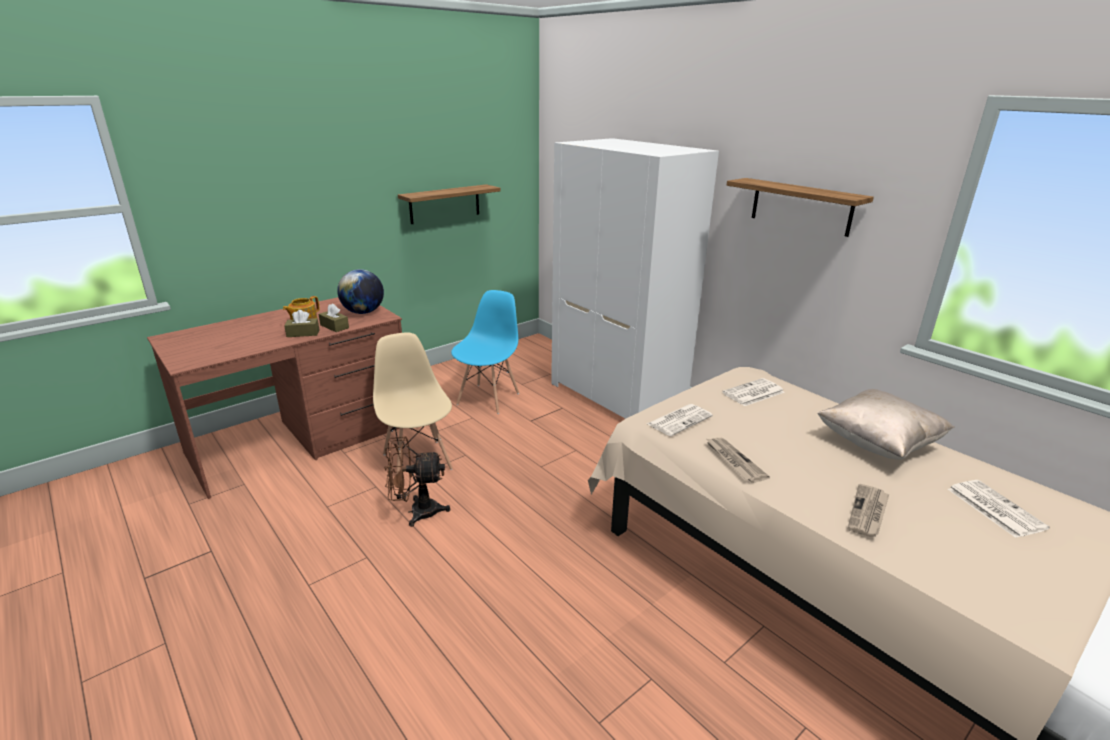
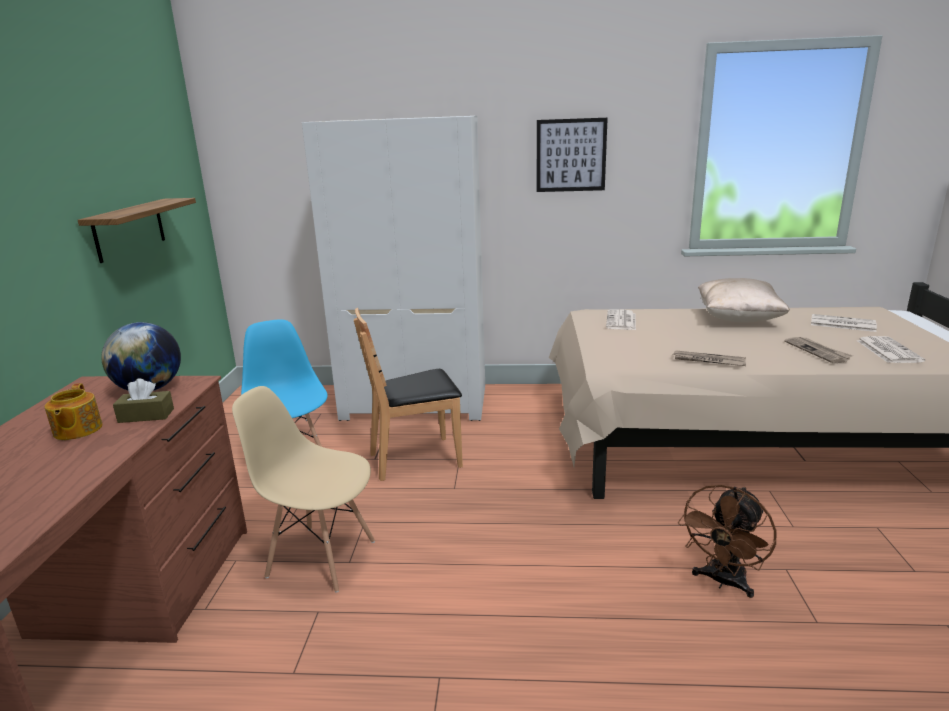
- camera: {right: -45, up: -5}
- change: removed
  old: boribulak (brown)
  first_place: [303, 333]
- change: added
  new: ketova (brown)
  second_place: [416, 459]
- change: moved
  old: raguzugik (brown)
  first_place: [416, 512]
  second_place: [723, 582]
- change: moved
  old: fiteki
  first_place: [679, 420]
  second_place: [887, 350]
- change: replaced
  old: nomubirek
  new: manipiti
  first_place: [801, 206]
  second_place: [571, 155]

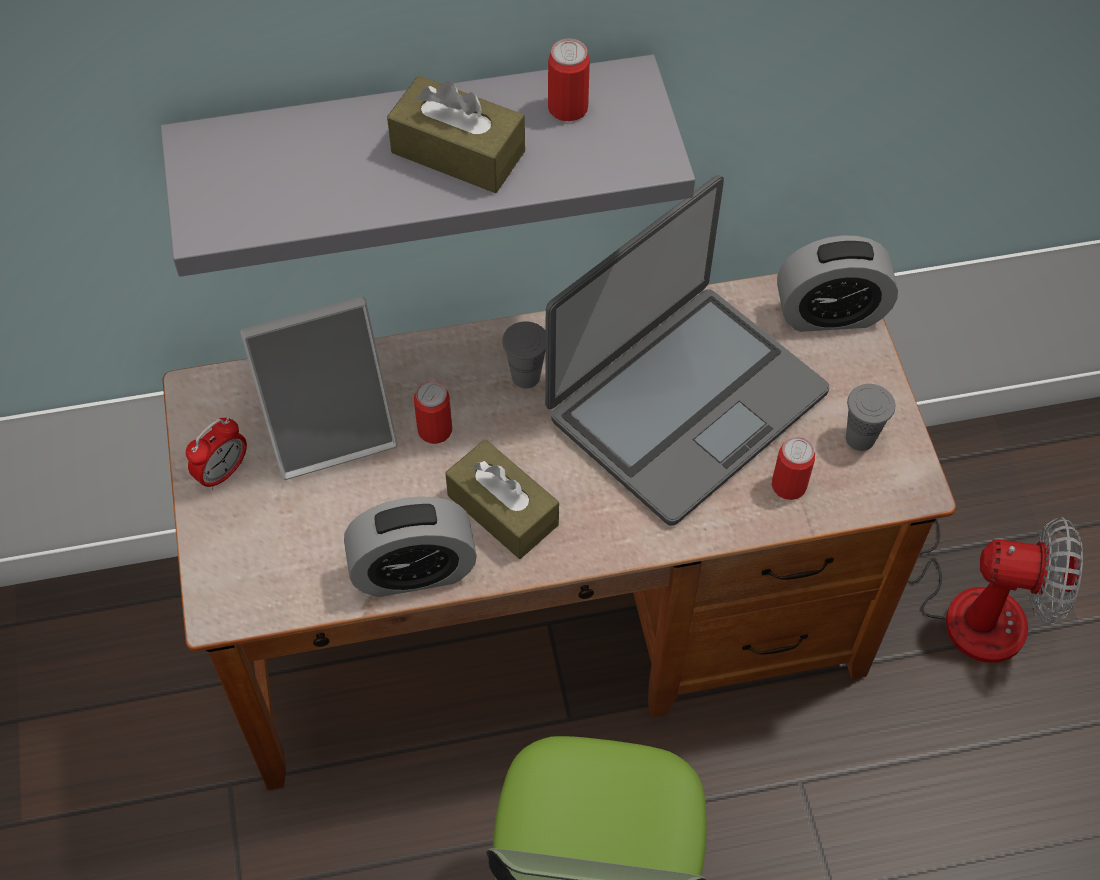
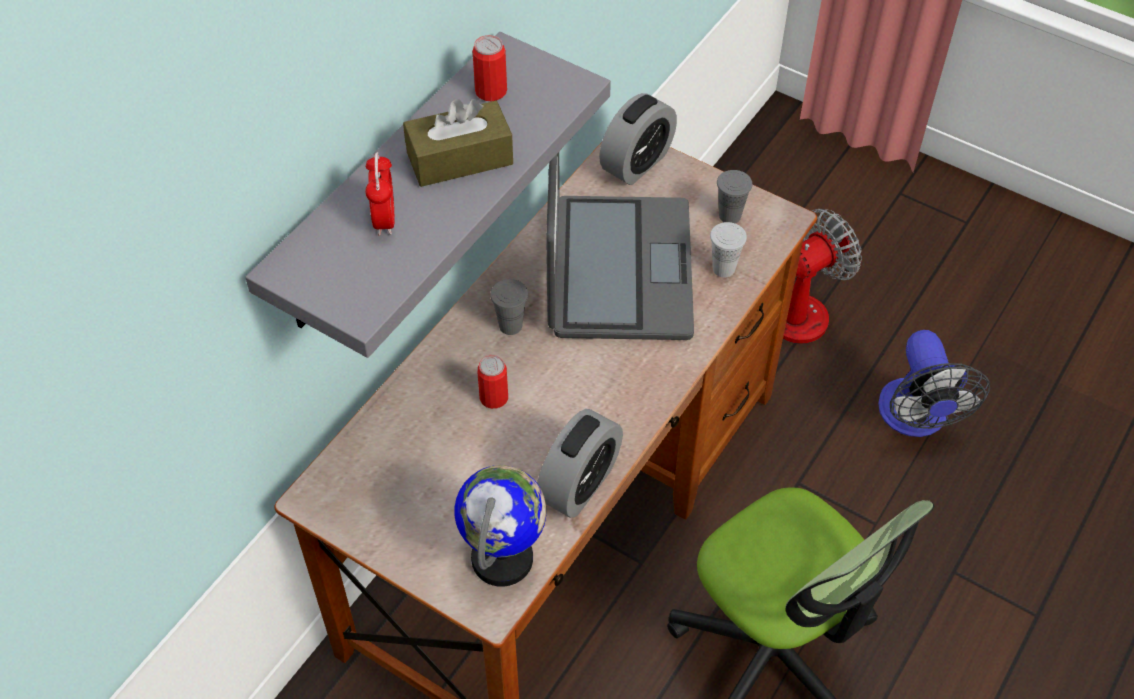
- camera: {right: -45, up: -5}
- change: removed
  old: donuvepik
  first_place: [331, 429]
- change: removed
  old: boribulak (brown)
  first_place: [502, 510]
- change: added
  new: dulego
  second_place: [503, 558]
- change: added
  new: raguzugik
  second_place: [916, 419]
- change: moved
  old: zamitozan
  first_place: [222, 472]
  second_place: [384, 219]
- change: replaced
  old: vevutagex
  new: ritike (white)
  first_place: [789, 485]
  second_place: [723, 268]

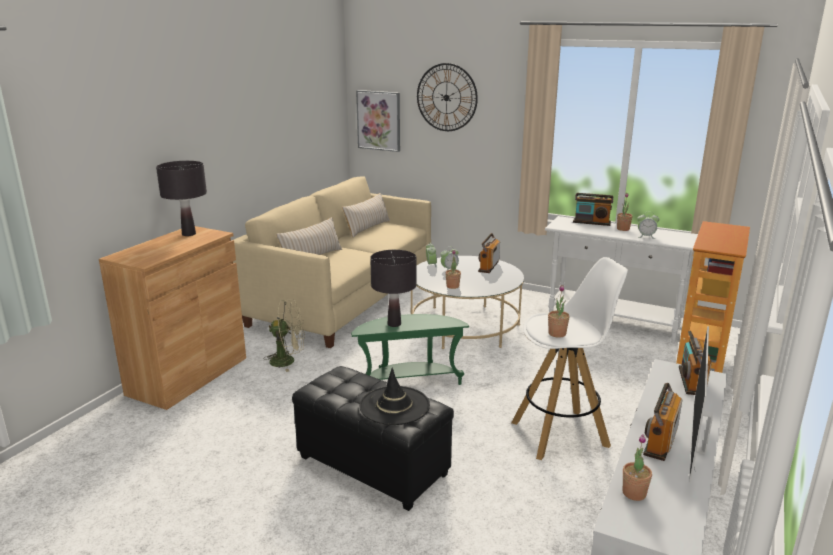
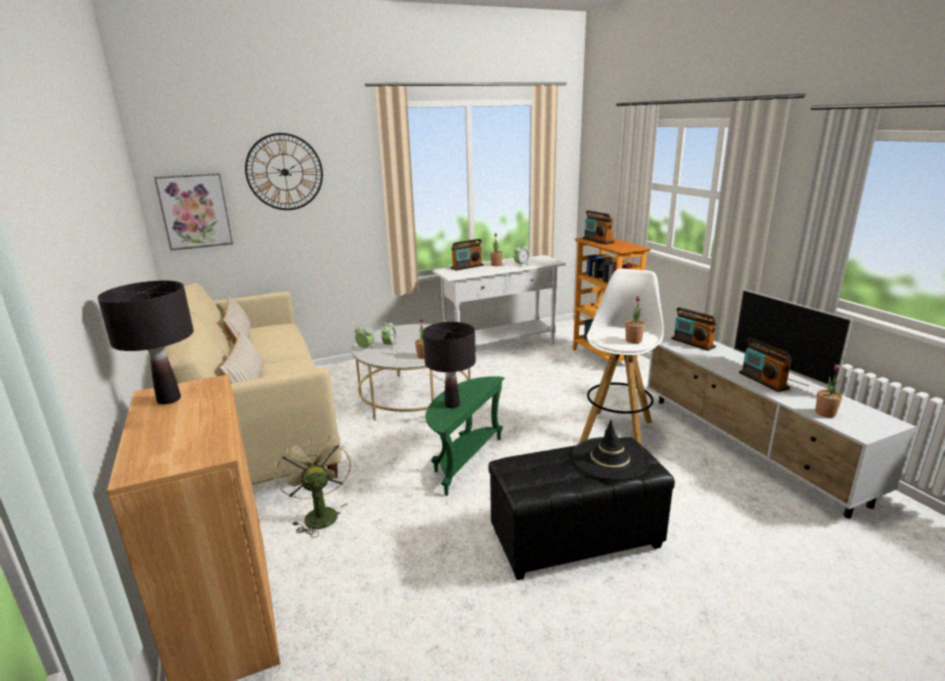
- camera: {right: -50, up: 0}
- change: moved
  old: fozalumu
  first_place: [488, 266]
  second_place: [597, 240]
- change: turned
  old: raguzugik (beige)
  first_place: [288, 361]
  second_place: [318, 514]
  degrees: -60

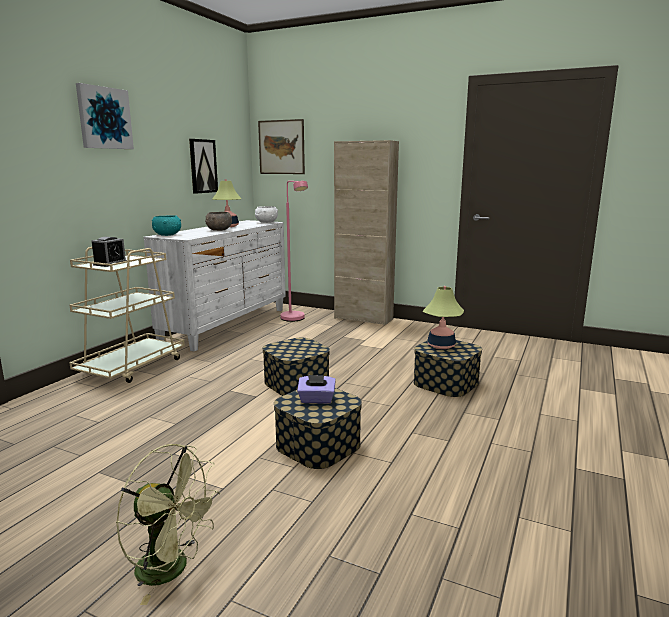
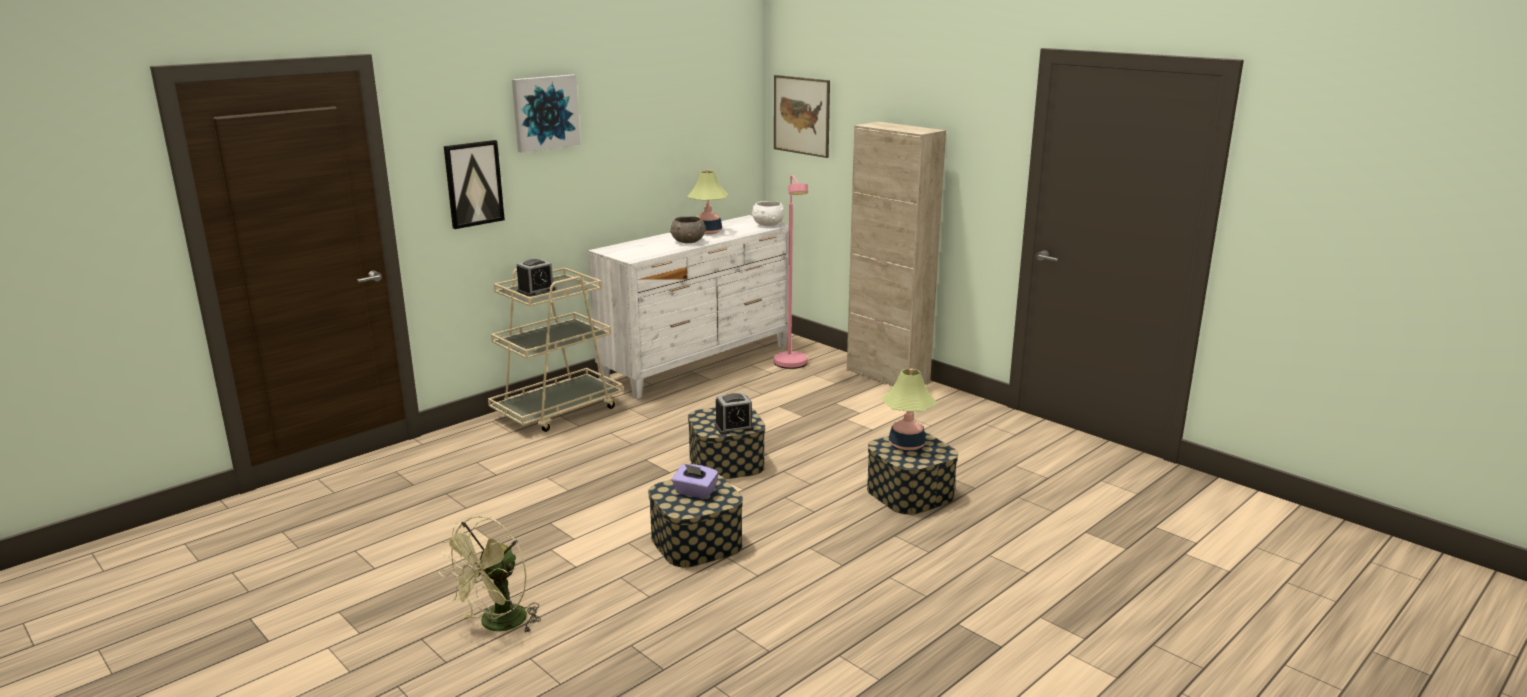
- camera: {right: 20, up: 5}
- change: removed
  old: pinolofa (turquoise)
  first_place: [167, 235]
- change: added
  new: zamitozan
  second_place: [734, 427]
- change: moved
  old: manipiti
  first_place: [203, 166]
  second_place: [473, 183]
- change: turned
  old: raguzugik (green)
  first_place: [172, 569]
  second_place: [497, 625]
  degrees: 75

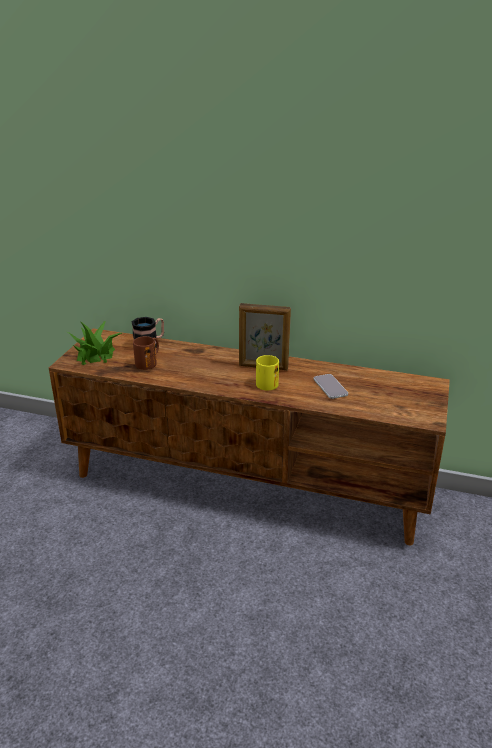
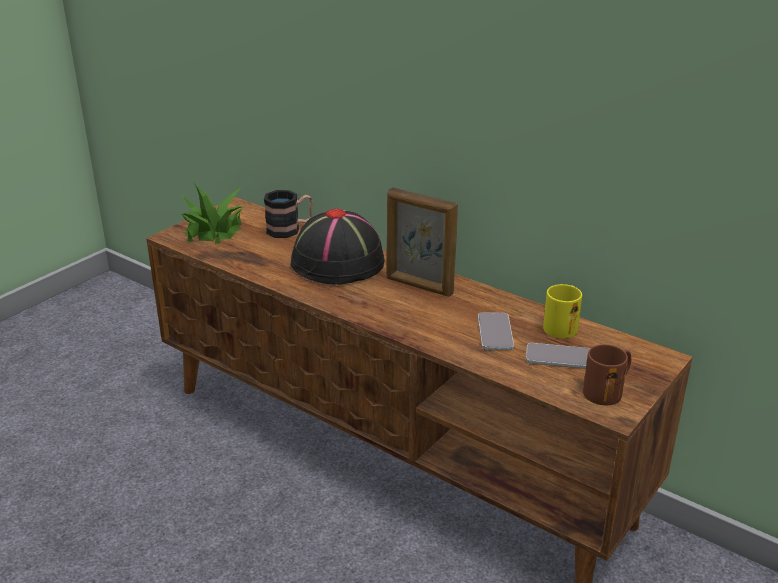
- camera: {right: 20, up: 0}
- change: added
  new: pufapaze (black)
  second_place: [339, 263]
- change: added
  new: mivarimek
  second_place: [559, 357]
- change: moved
  old: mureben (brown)
  first_place: [148, 362]
  second_place: [607, 390]
- change: moved
  old: mureben (yellow)
  first_place: [267, 382]
  second_place: [562, 325]

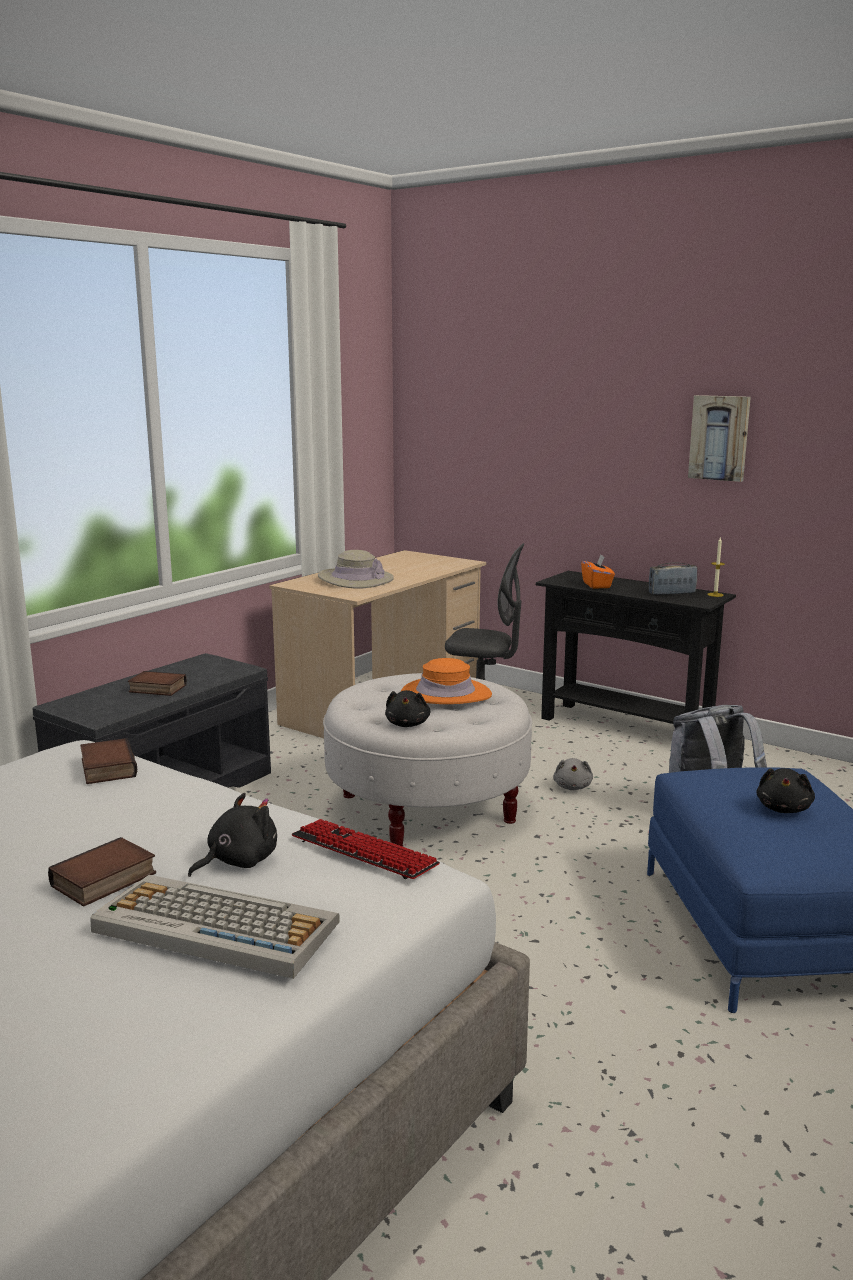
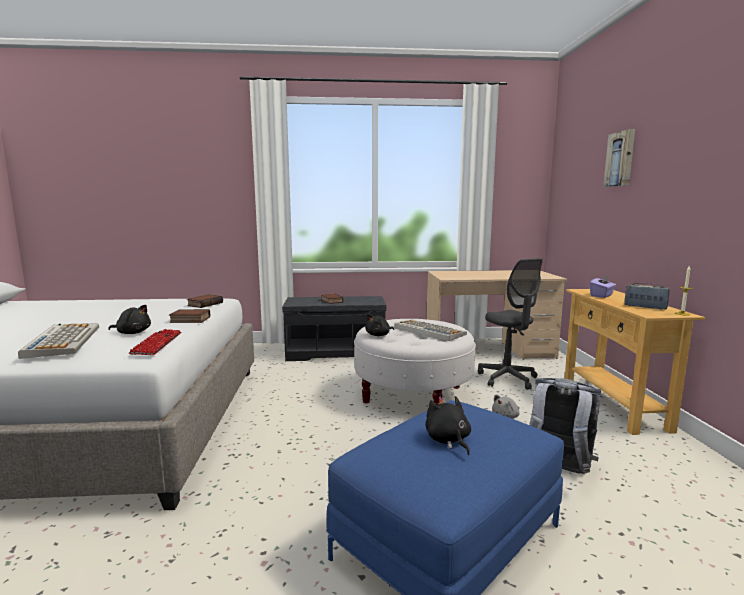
- camera: {right: 50, up: -5}
- change: removed
  old: pufapaze (beige)
  first_place: [355, 580]
- change: moved
  old: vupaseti
  first_place: [104, 881]
  second_place: [189, 320]
- change: moved
  old: manipiti
  first_place: [719, 438]
  second_place: [620, 159]
- change: replaced
  old: pufapaze (orange)
  new: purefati
  first_place: [446, 694]
  second_place: [428, 331]
- change: recoloured
  old: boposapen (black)
  new: boposapen (beige)
  first_place: [625, 727]
  second_place: [613, 404]
- change: recoloured
  old: boribulak (orange)
  new: boribulak (purple)
  first_place: [597, 585]
  second_place: [601, 295]
- change: turned
  old: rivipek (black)
  first_place: [784, 808]
  second_place: [448, 440]
  degrees: 90

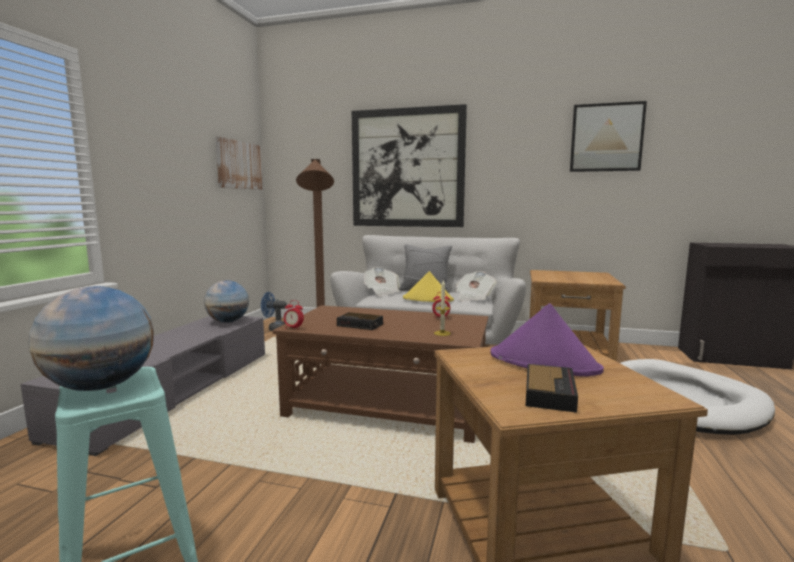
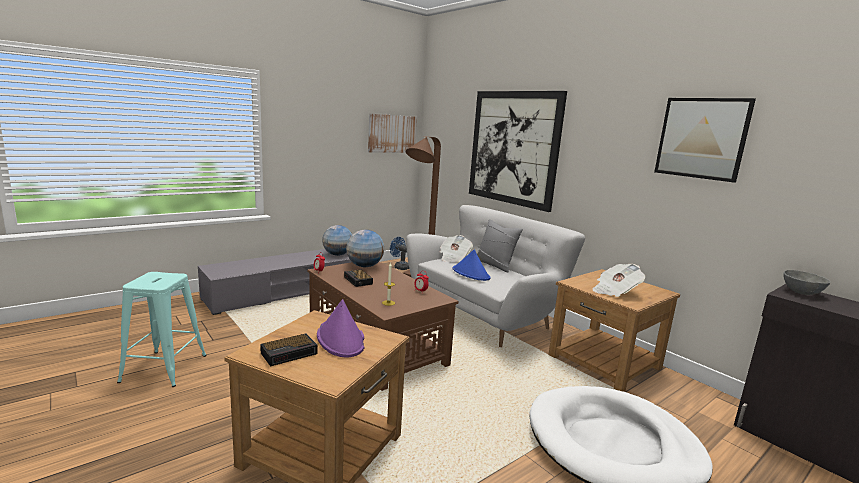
- camera: {right: 35, up: 5}
- change: added
  new: pinolofa (grey)
  second_place: [801, 292]
- change: moved
  old: dulego
  first_place: [101, 386]
  second_place: [365, 266]
- change: moved
  old: fiteki
  first_place: [473, 297]
  second_place: [615, 291]
- change: recoloured
  old: pufapaze (yellow)
  new: pufapaze (blue)
  first_place: [428, 299]
  second_place: [471, 274]

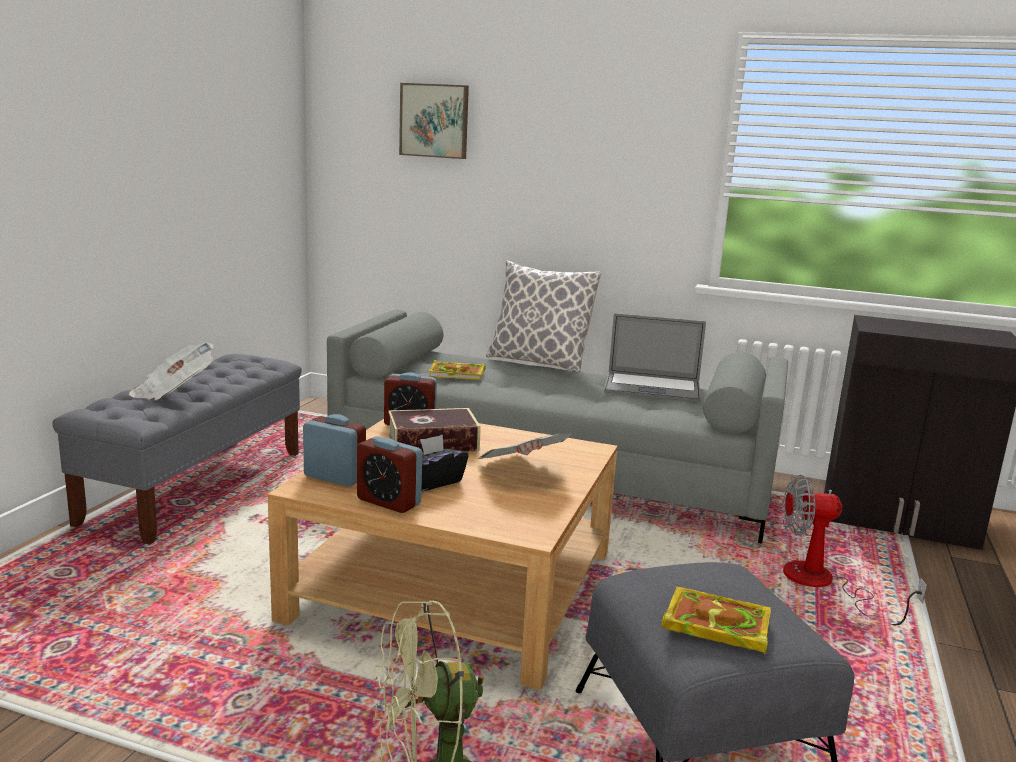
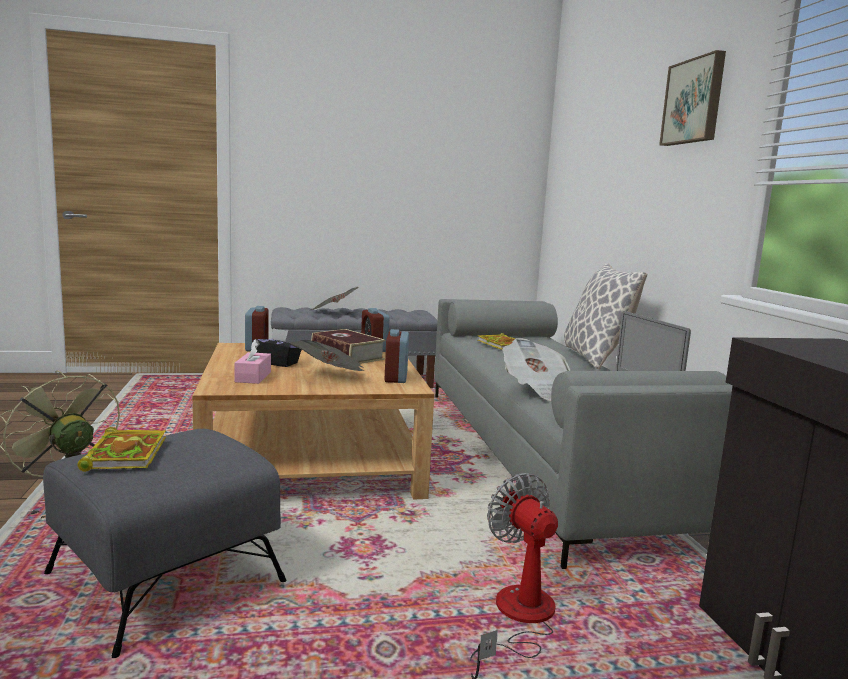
- camera: {right: 60, up: -5}
- change: added
  new: boribulak (pink)
  second_place: [253, 377]
- change: added
  new: fiteki
  second_place: [538, 389]
- change: moved
  old: zamitozan
  first_place: [388, 502]
  second_place: [396, 377]
- change: moved
  old: manipiti
  first_place: [435, 121]
  second_place: [694, 101]

